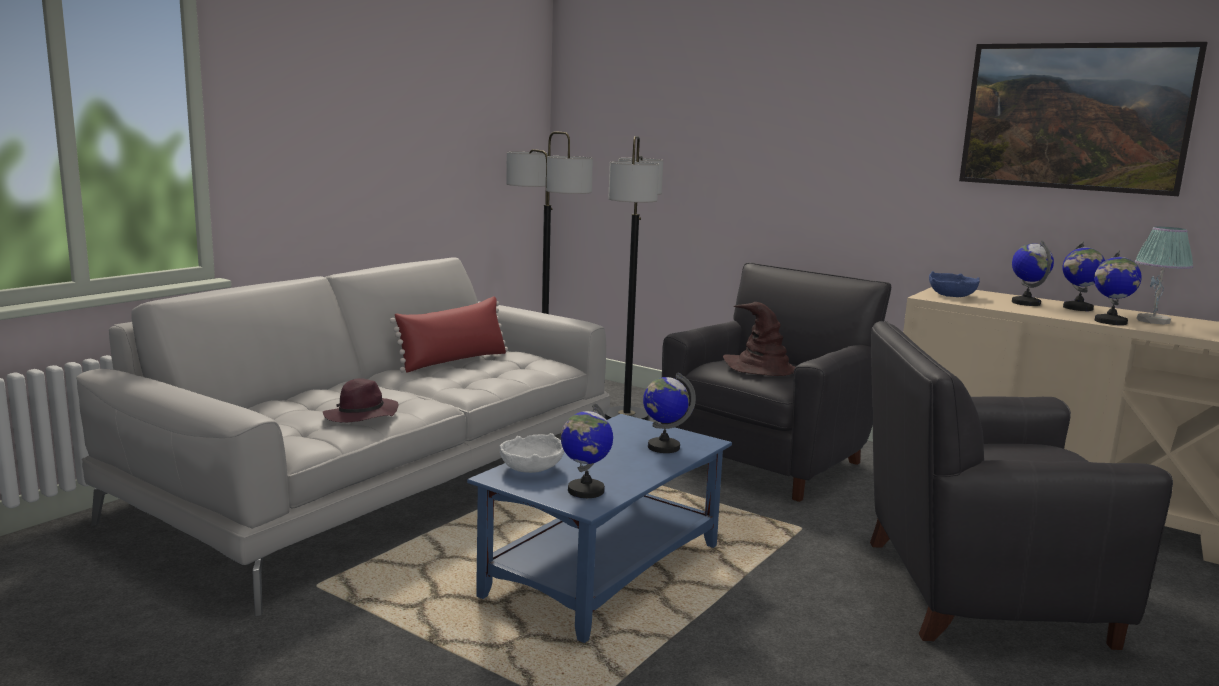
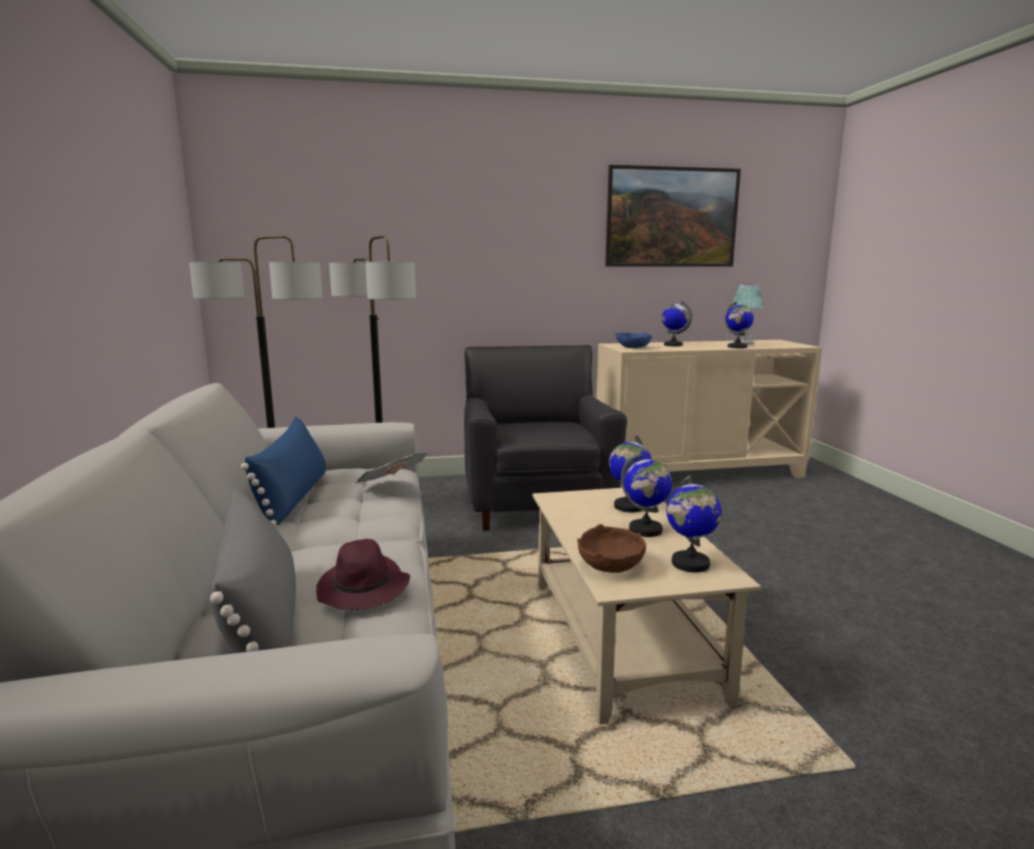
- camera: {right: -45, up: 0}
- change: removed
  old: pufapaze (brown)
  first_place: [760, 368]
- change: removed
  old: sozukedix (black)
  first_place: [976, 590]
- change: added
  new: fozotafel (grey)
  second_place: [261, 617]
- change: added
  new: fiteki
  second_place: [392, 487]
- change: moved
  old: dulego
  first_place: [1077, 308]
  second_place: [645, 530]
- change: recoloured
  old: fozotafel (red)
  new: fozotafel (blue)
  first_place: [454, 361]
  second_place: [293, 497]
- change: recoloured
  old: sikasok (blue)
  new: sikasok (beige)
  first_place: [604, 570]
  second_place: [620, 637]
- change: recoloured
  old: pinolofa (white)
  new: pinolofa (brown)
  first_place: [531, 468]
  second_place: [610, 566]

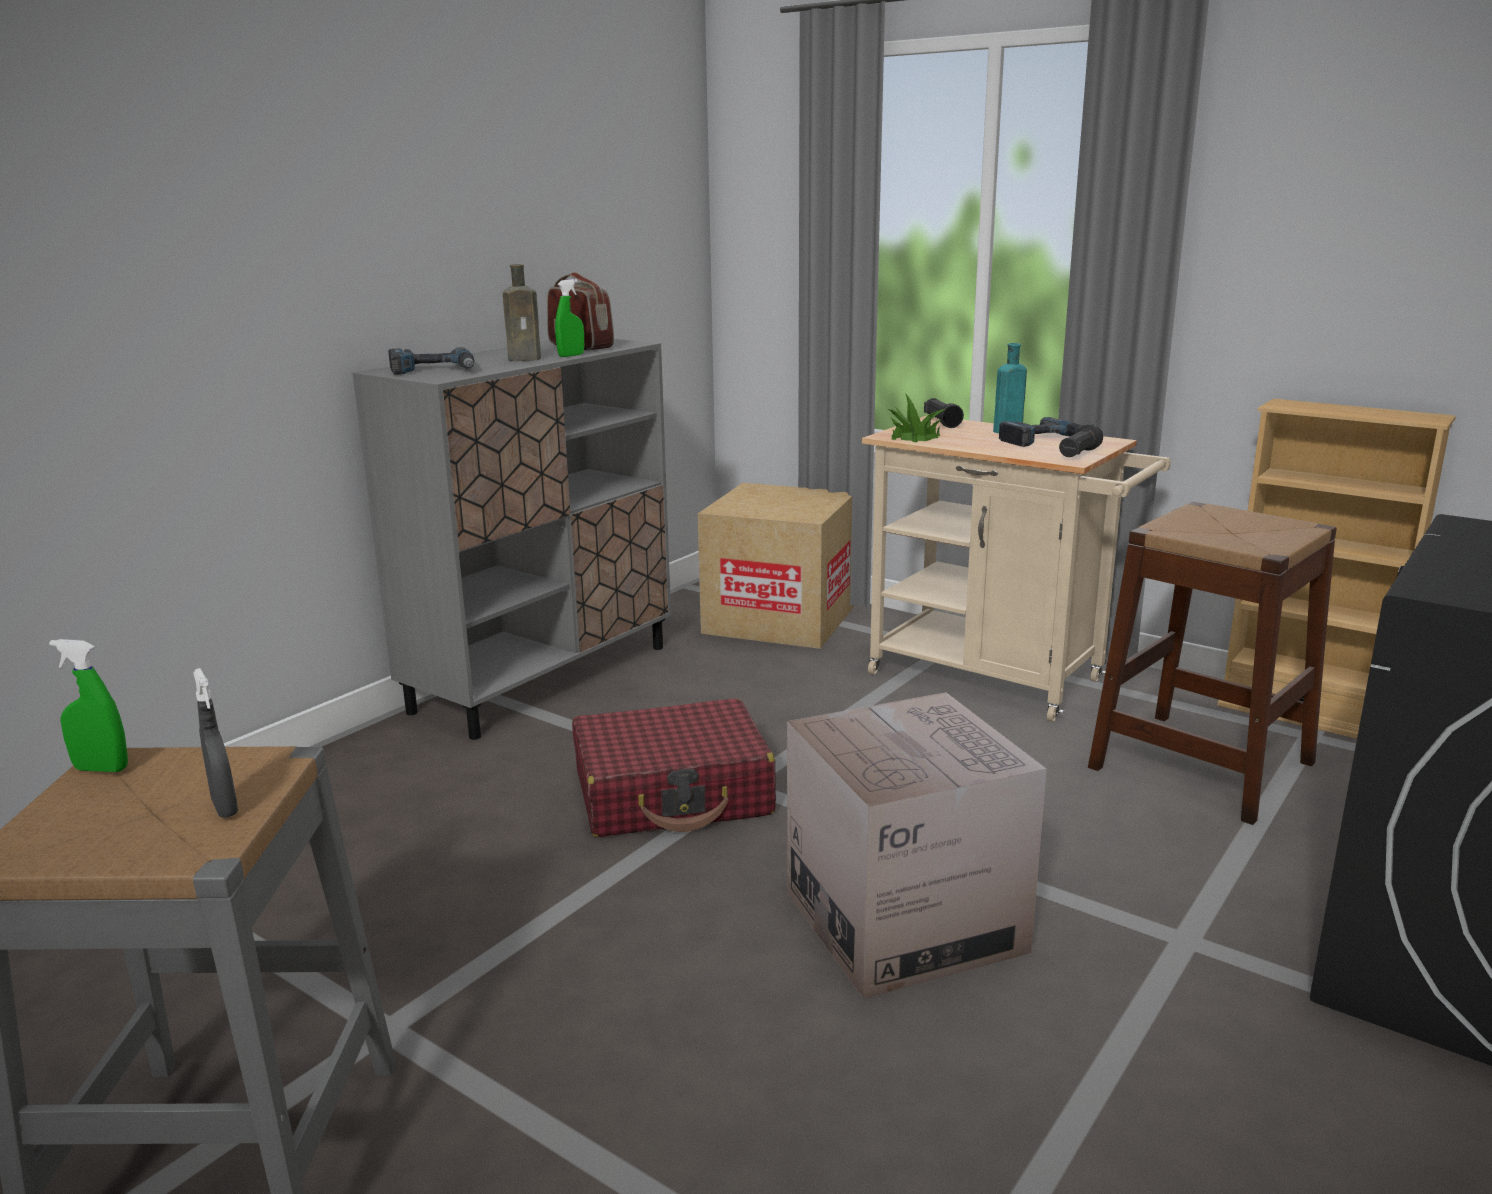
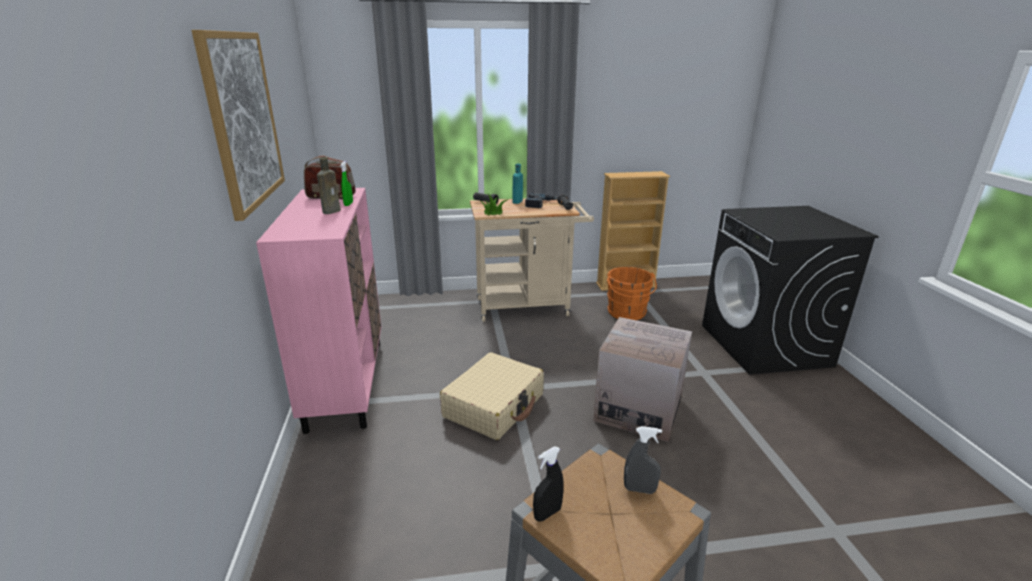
- camera: {right: -45, up: 5}
- change: removed
  old: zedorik
  first_place: [433, 370]
- change: removed
  old: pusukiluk
  first_place: [779, 619]
- change: added
  new: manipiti
  second_place: [243, 120]
- change: replaced
  old: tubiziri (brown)
  new: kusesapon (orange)
  first_place: [1201, 765]
  second_place: [627, 313]
- change: recoloured
  old: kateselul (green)
  new: kateselul (black)
  first_place: [101, 769]
  second_place: [547, 513]
- change: recoloured
  old: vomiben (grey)
  new: vomiben (pink)
  first_place: [543, 678]
  second_place: [346, 382]
- change: recoloured
  old: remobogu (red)
  new: remobogu (beige)
  first_place: [673, 794]
  second_place: [494, 406]

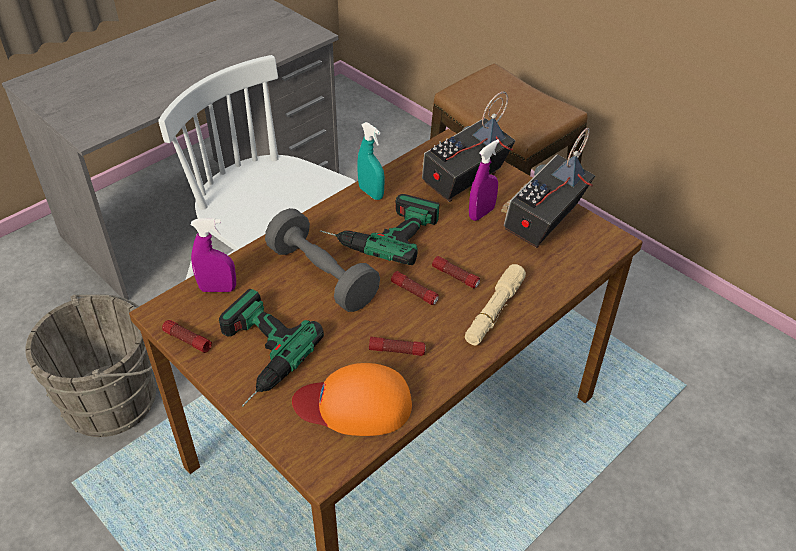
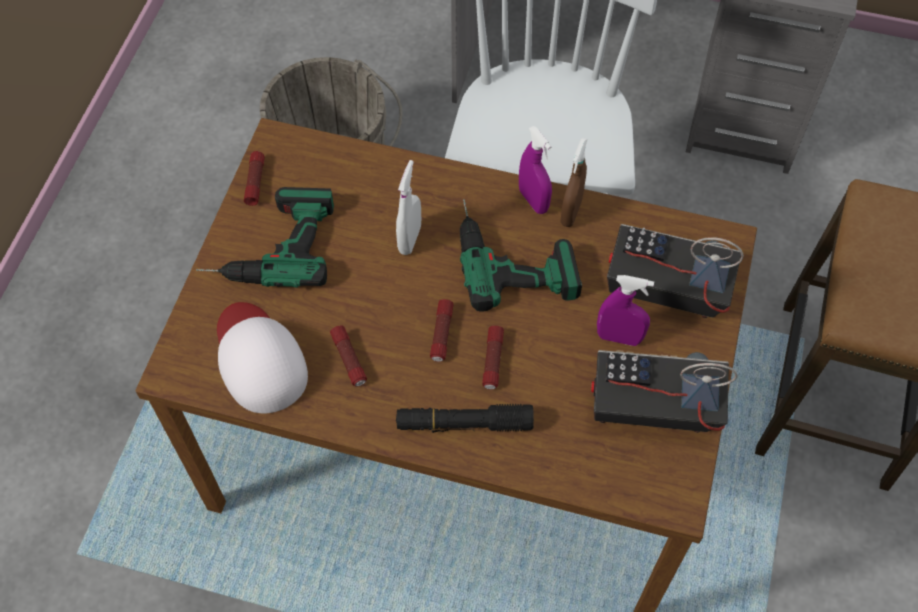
- camera: {right: 60, up: 15}
- change: moved
  old: kateselul (purple)
  first_place: [218, 289]
  second_place: [533, 200]
- change: replaced
  old: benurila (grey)
  new: kateselul (white)
  first_place: [322, 276]
  second_place: [410, 239]
- change: recoloured
  old: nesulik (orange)
  new: nesulik (white)
  first_place: [354, 405]
  second_place: [259, 359]
- change: recoloured
  old: kateselul (turquoise)
  new: kateselul (brown)
  first_place: [371, 193]
  second_place: [571, 212]
- change: recoloured
  old: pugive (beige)
  new: pugive (black)
  first_place: [494, 311]
  second_place: [464, 424]

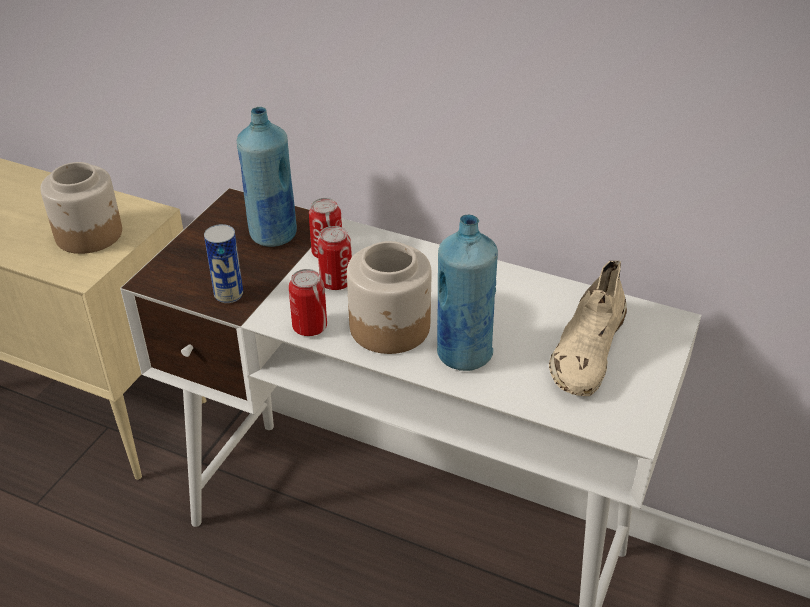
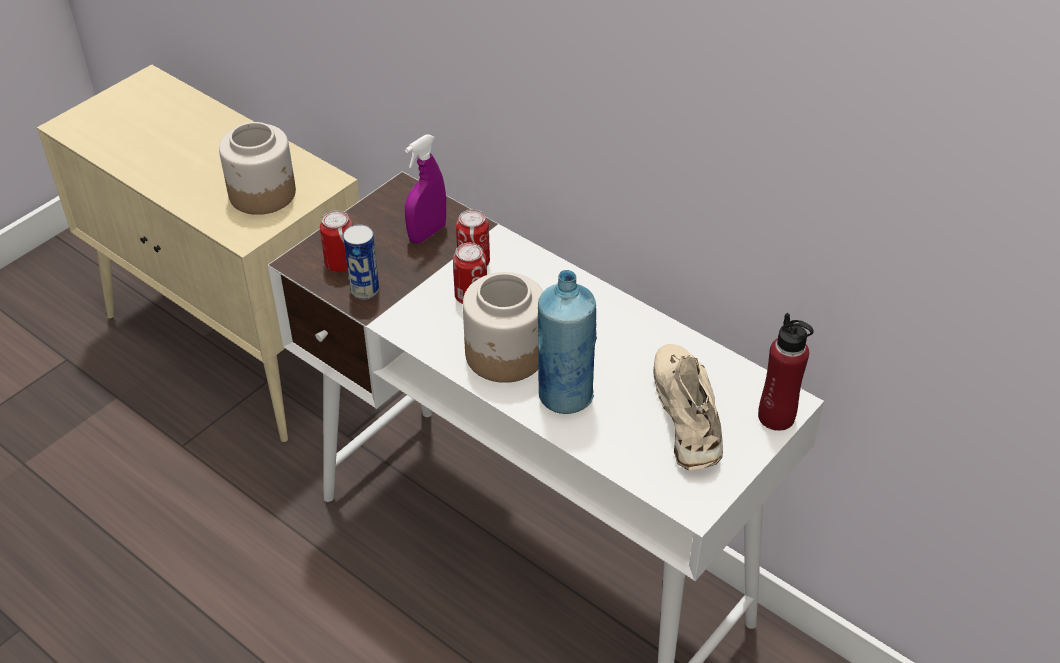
- camera: {right: 15, up: 5}
- change: added
  new: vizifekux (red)
  second_place: [776, 417]
- change: moved
  old: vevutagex
  first_place: [310, 327]
  second_place: [341, 263]
- change: replaced
  old: vizifekux (blue)
  new: kateselul (purple)
  first_place: [273, 235]
  second_place: [427, 233]
- change: turned
  old: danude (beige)
  first_place: [587, 350]
  second_place: [688, 415]
  degrees: 135

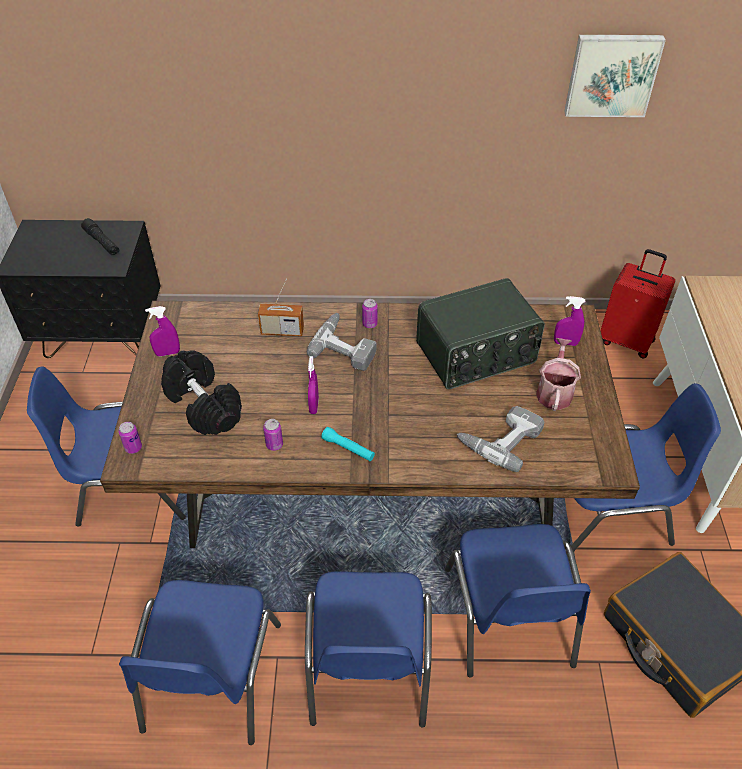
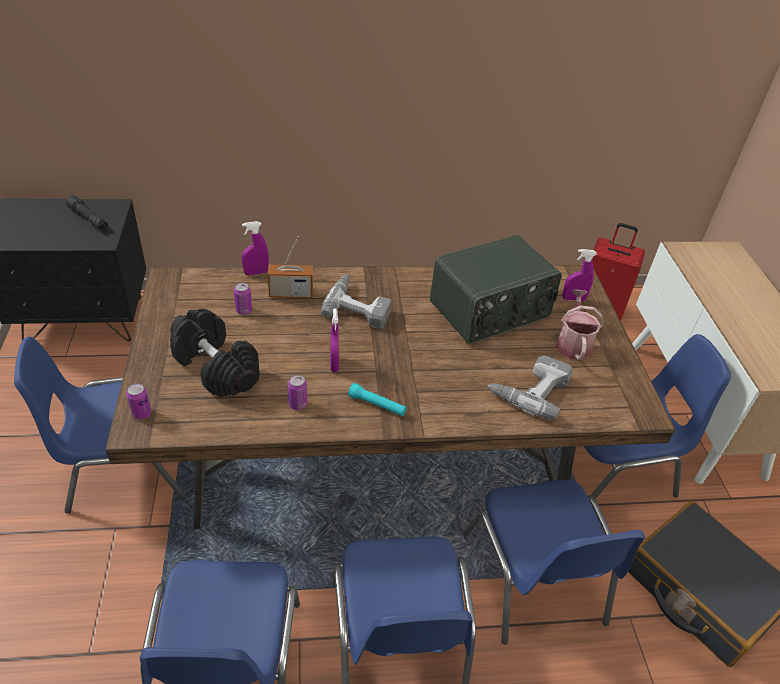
- camera: {right: -10, up: -5}
- change: removed
  old: manipiti
  first_place: [611, 74]
- change: moved
  old: kateselul (purple)
  first_place: [167, 353]
  second_place: [256, 273]
- change: moved
  old: vevutagex
  first_place: [369, 324]
  second_place: [244, 310]

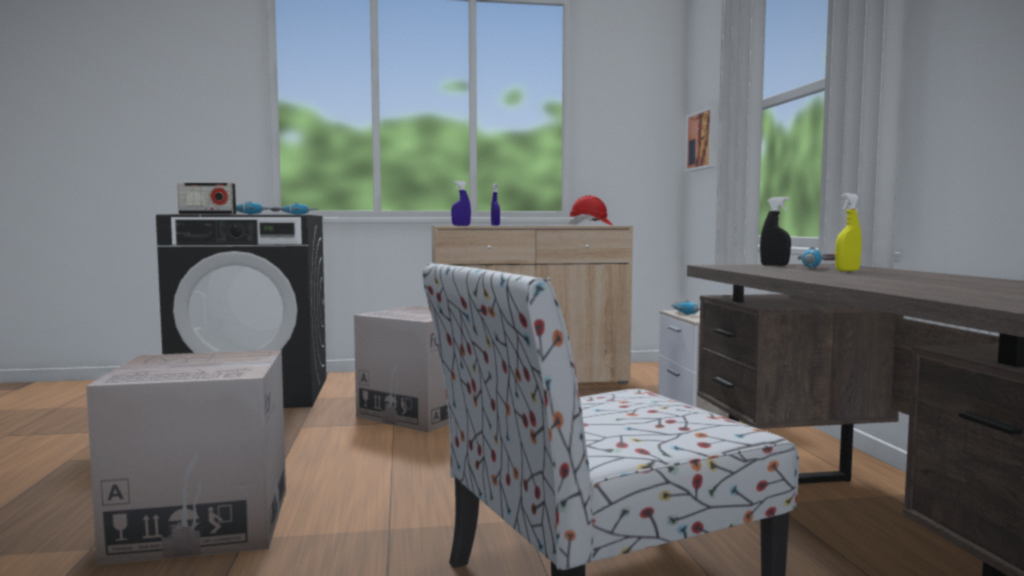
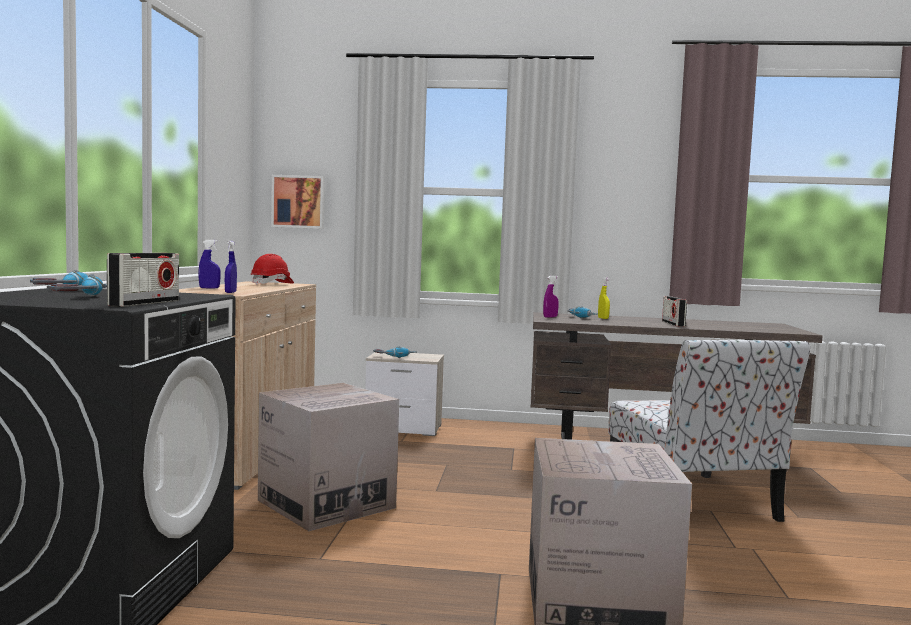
- camera: {right: -75, up: 0}
- change: added
  new: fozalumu
  second_place: [673, 324]
- change: recoloured
  old: kateselul (black)
  new: kateselul (purple)
  first_place: [774, 265]
  second_place: [550, 317]

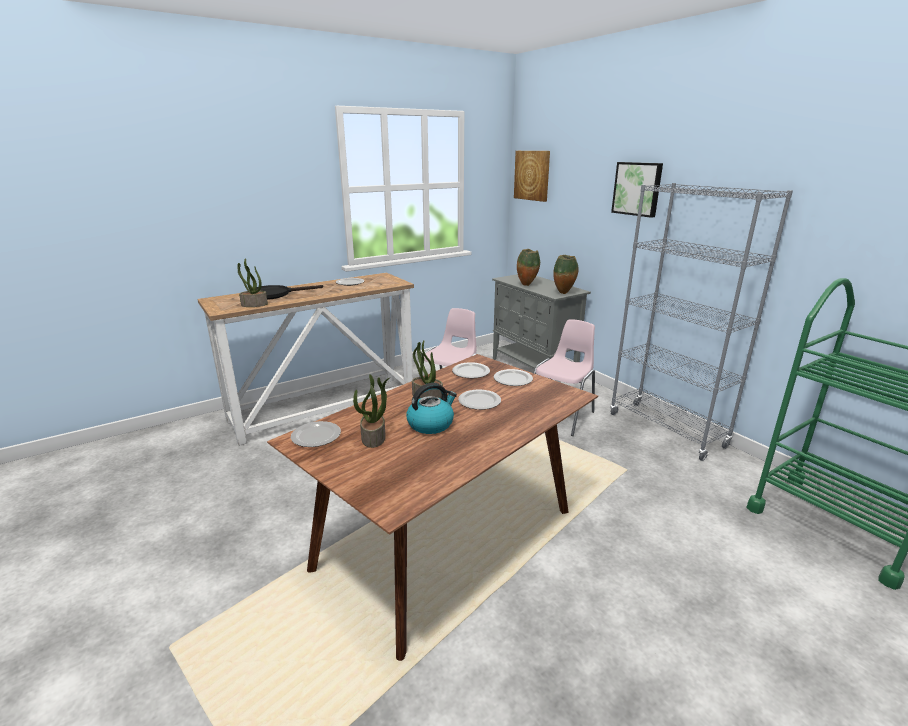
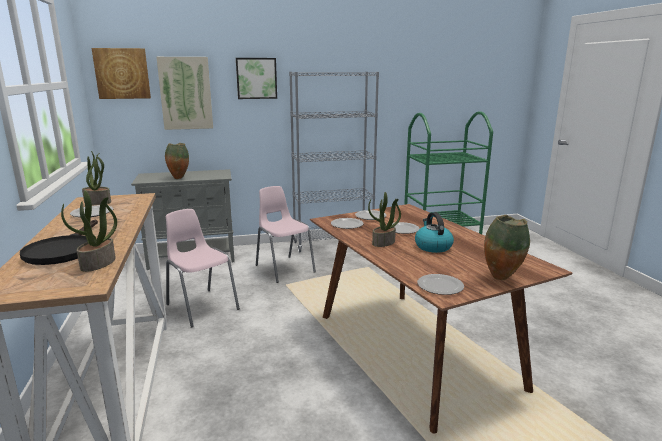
- camera: {right: -70, up: -5}
- change: added
  new: manipiti
  second_place: [186, 93]
- change: moved
  old: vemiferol
  first_place: [374, 437]
  second_place: [98, 202]
- change: moved
  old: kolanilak
  first_place: [564, 293]
  second_place: [502, 278]

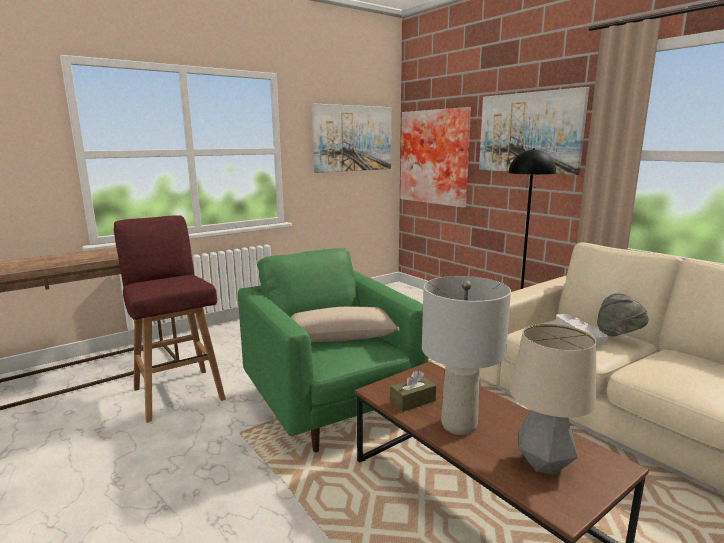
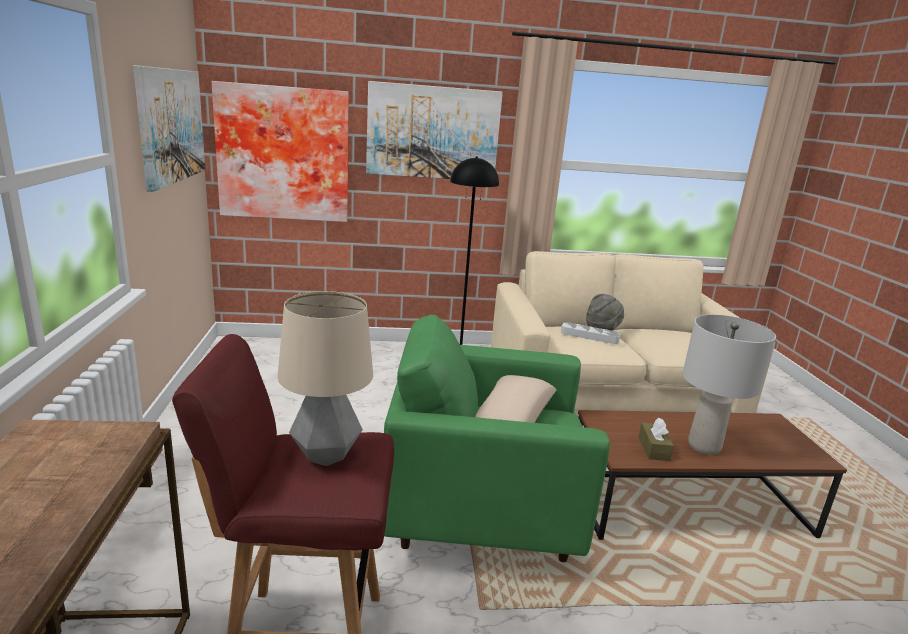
- camera: {right: -60, up: 5}
- change: moved
  old: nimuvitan
  first_place: [543, 464]
  second_place: [325, 455]

